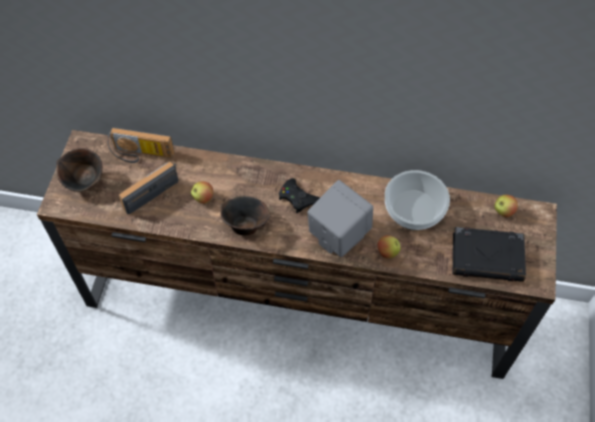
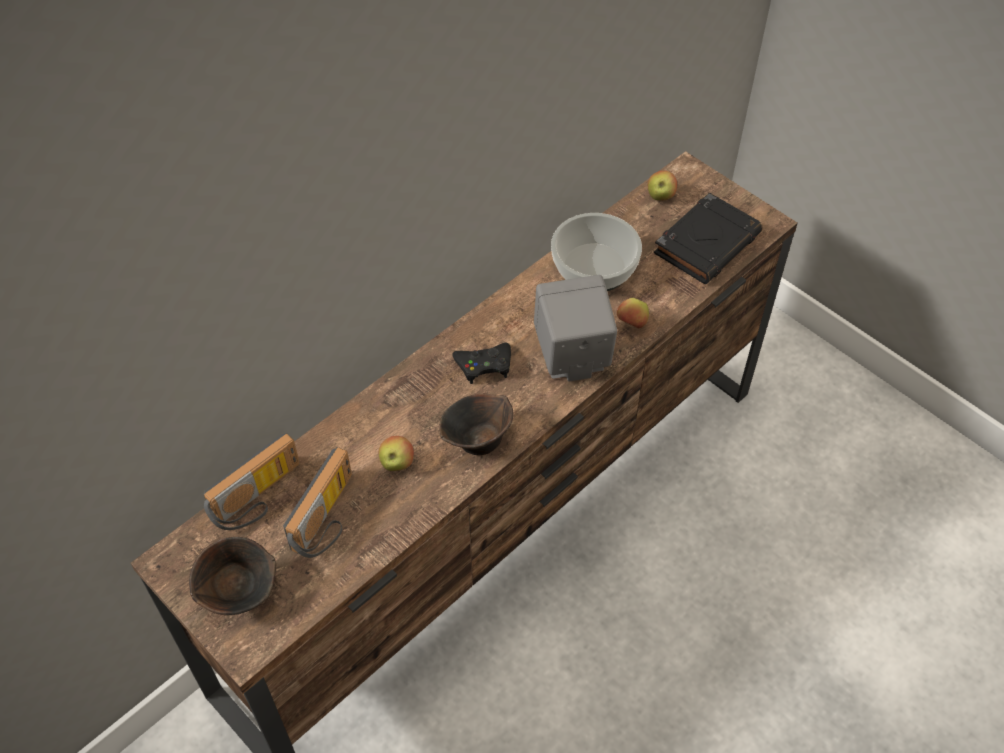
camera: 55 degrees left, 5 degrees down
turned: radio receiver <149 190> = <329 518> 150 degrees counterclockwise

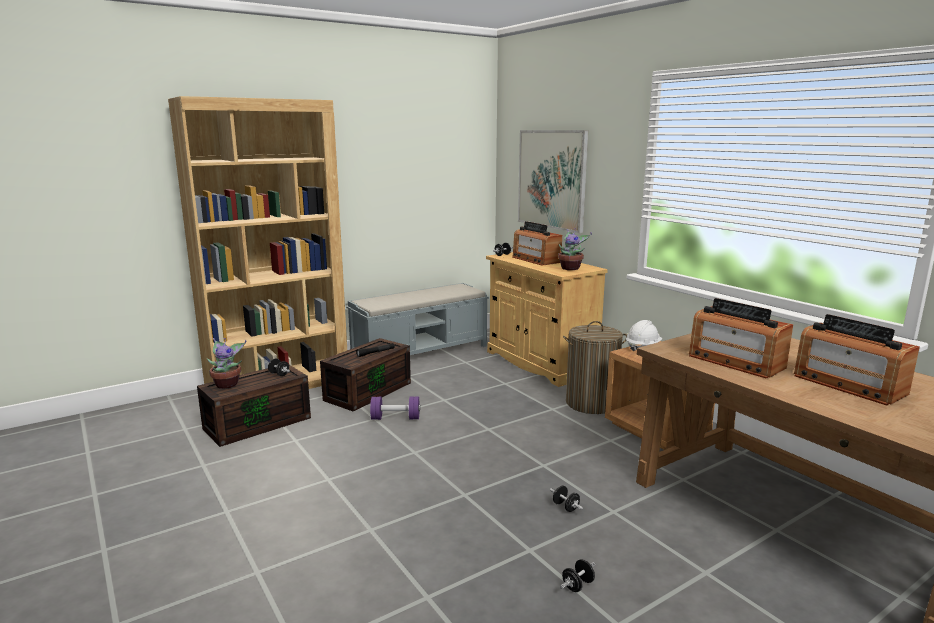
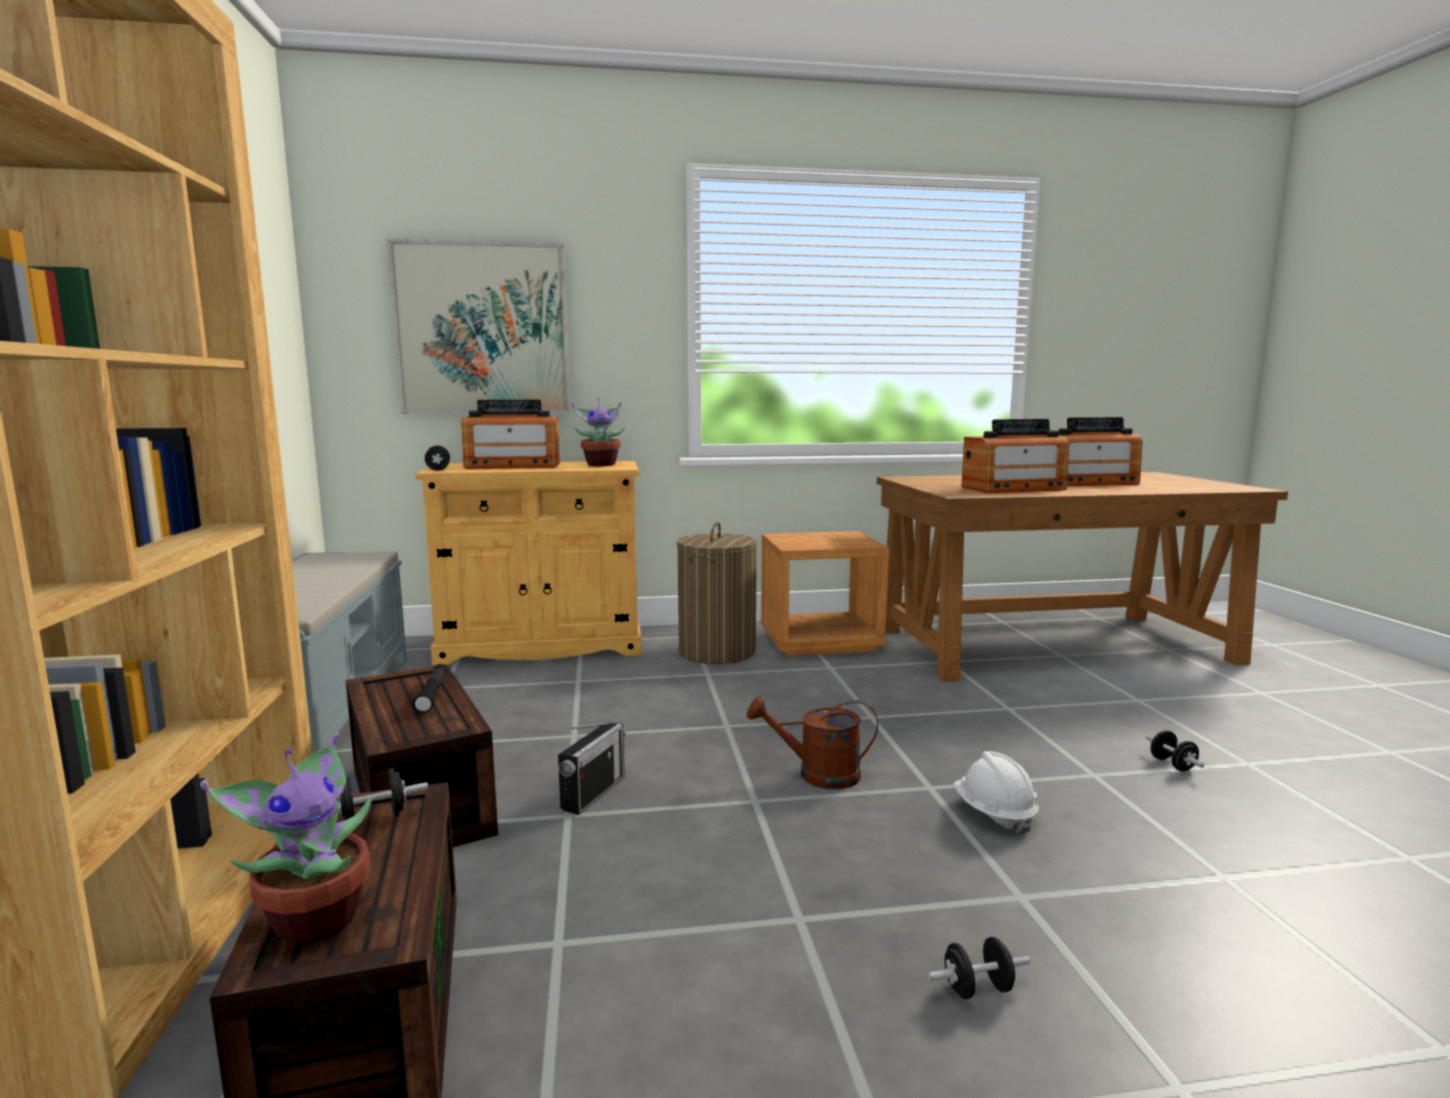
camera: 65 degrees left, 5 degrees down
added: brown-coloured sprinkling can <817 775>
moved: black hand weight <565 507> to <977 989>; white-coloured safety helmet <643 347> to <994 814>
replaced: purple-coloured hand weight <395 418> to radio receiver <593 793>

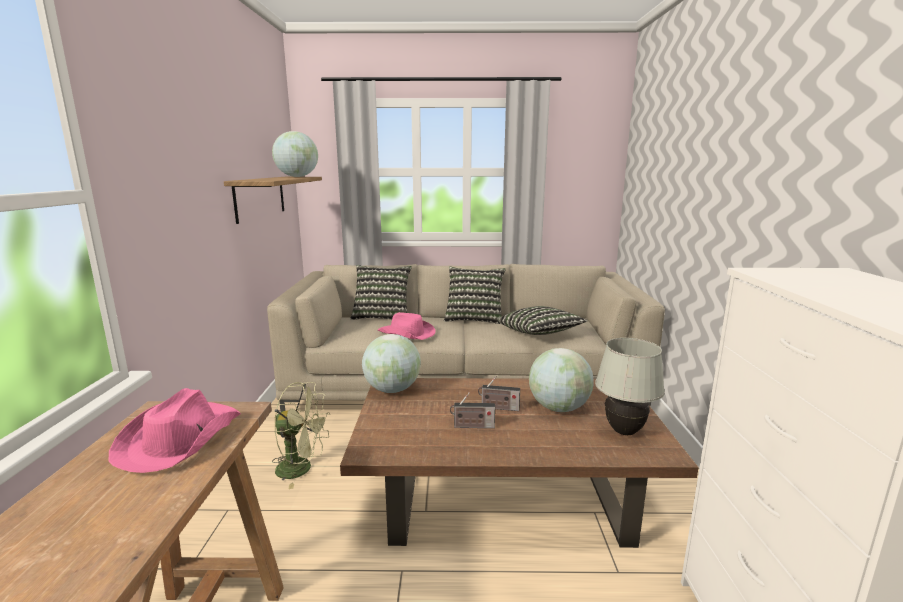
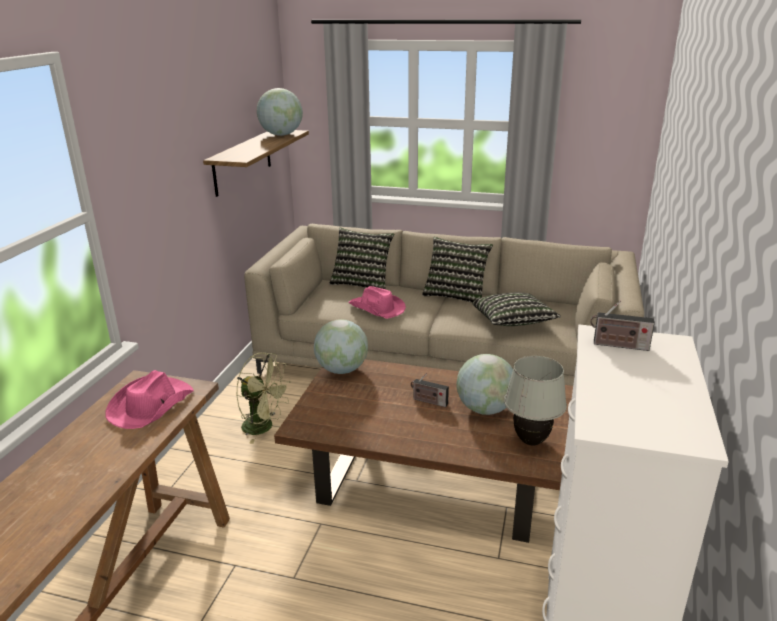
camera: 15 degrees right, 10 degrees up
moved: radio receiver <472 426> to <618 345>

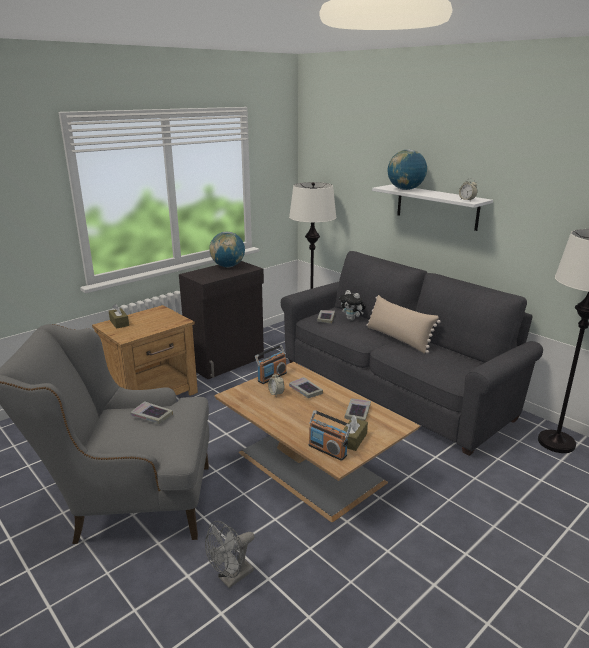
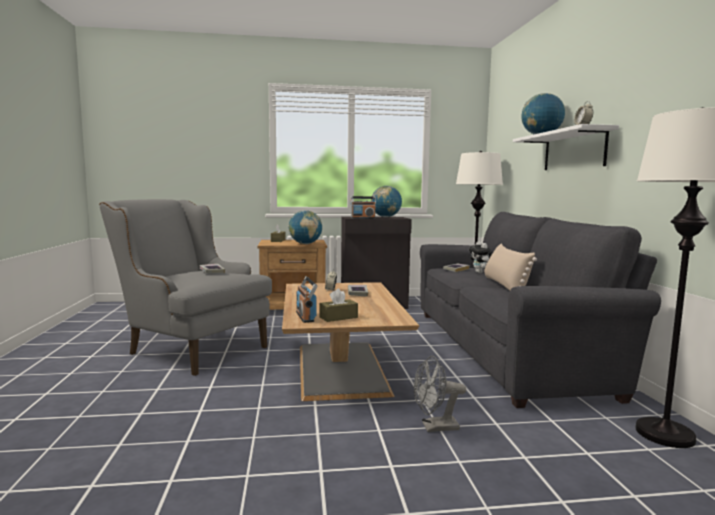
camera: 35 degrees right, 15 degrees down
removed: bound book <357 412>
added: world globe <305 244>
moved: grey cooling fan <231 578> to <435 427>; radio receiver <272 377> to <363 218>

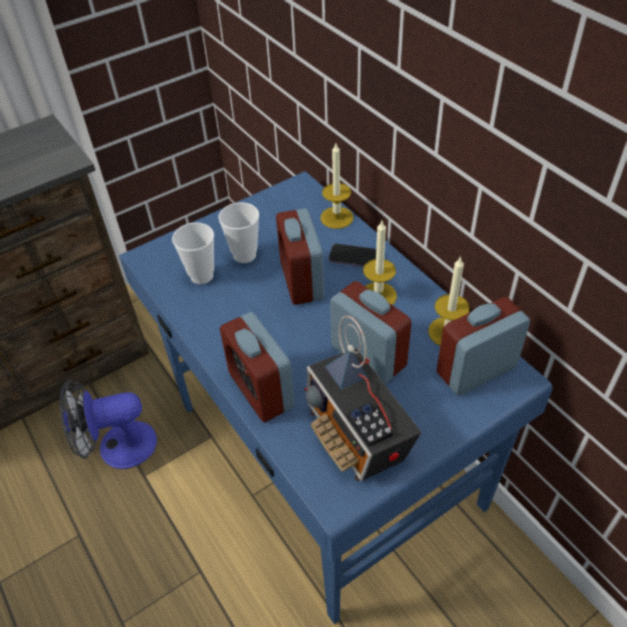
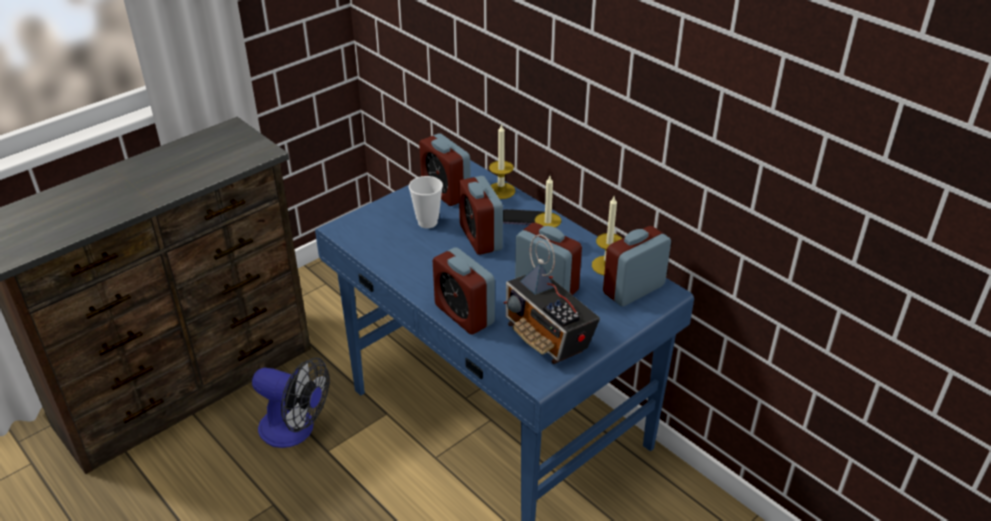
camera: 10 degrees left, 10 degrees down
removed: drinking cup <201 276>
added: alarm clock <446 191>
turned: cooling fan <117 447> = <295 430> 135 degrees counterclockwise

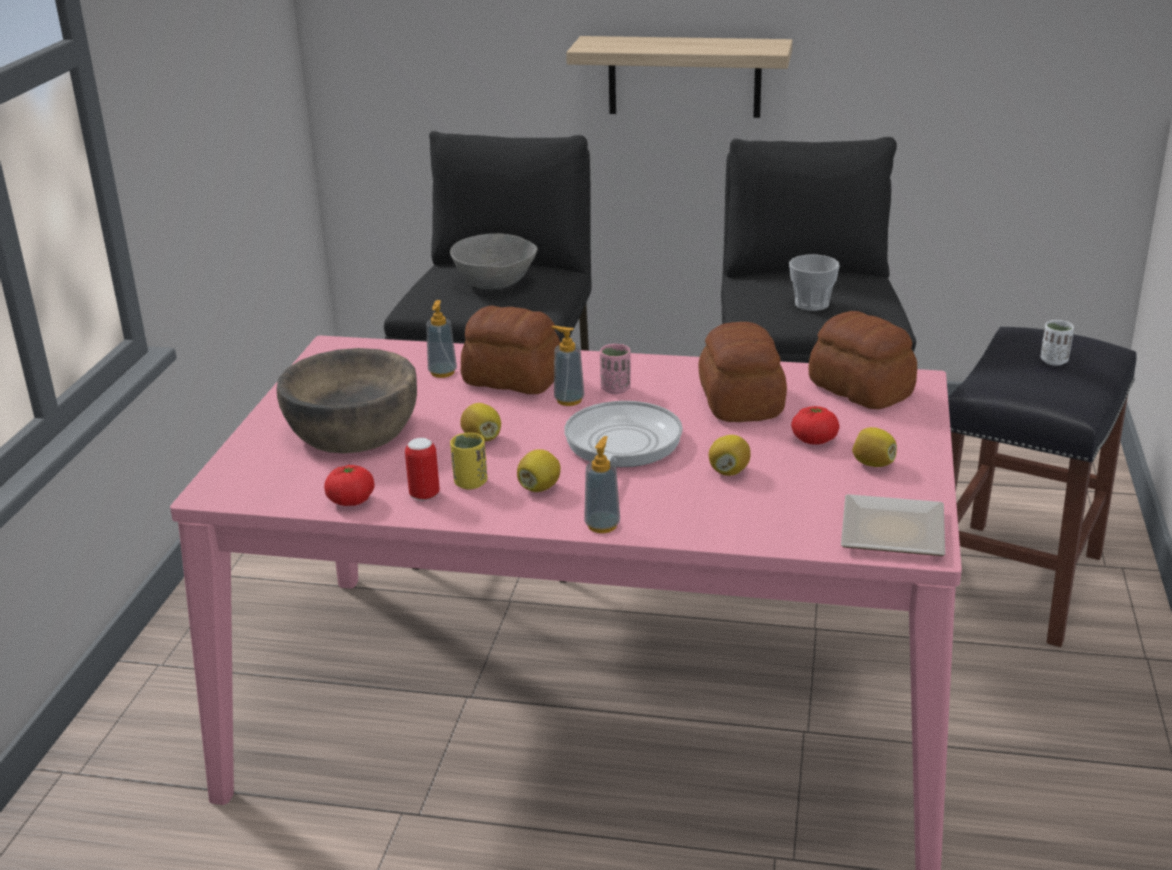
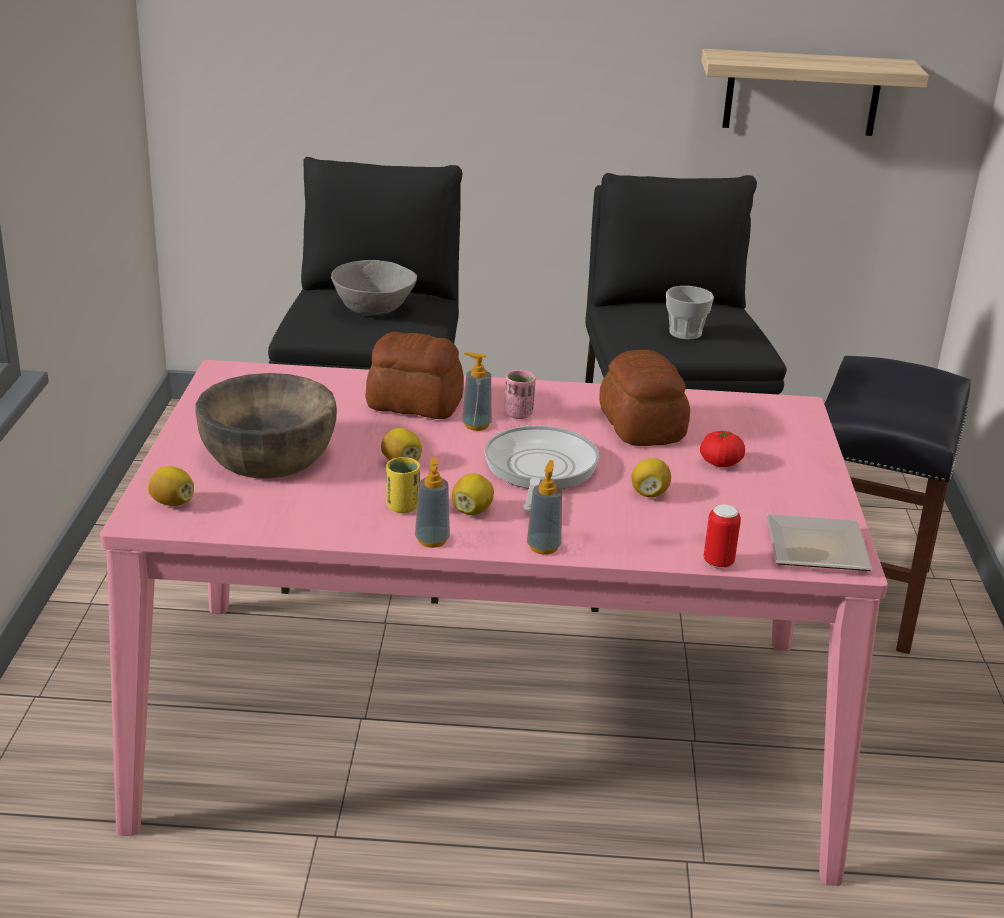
camera: 10 degrees left, 0 degrees up
removed: whole tomato <351 501>; bread <861 388>; white-coloured drinking cup <1054 361>
moved: sealed can <424 495> to <718 562>; soap dispenser <442 372> to <432 540>; bracket shelf <684 76> to <802 93>; citrus fruit <873 464> to <172 503>

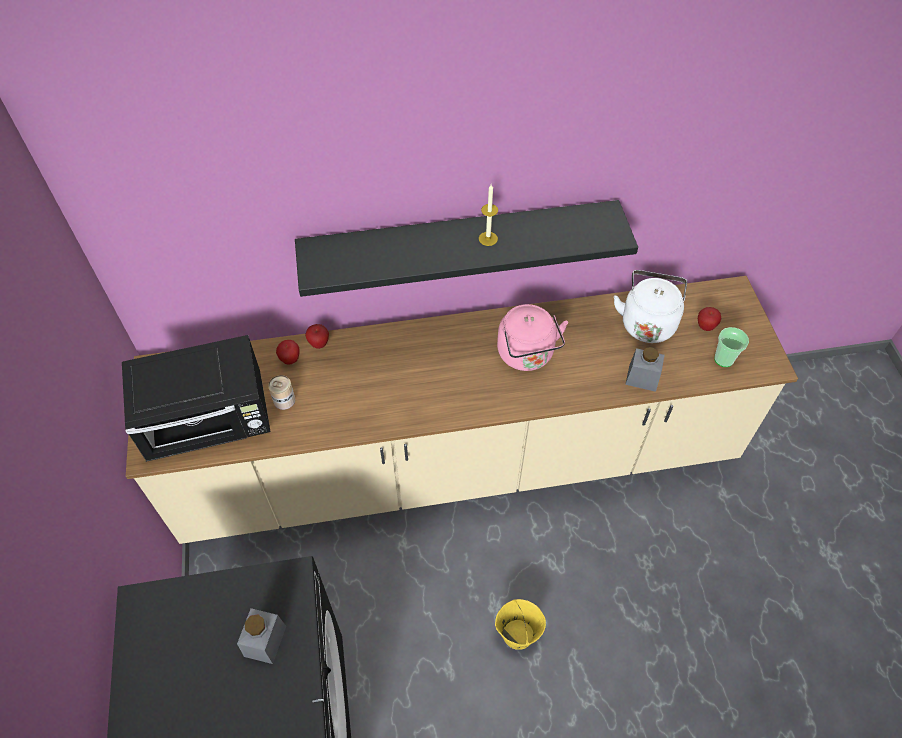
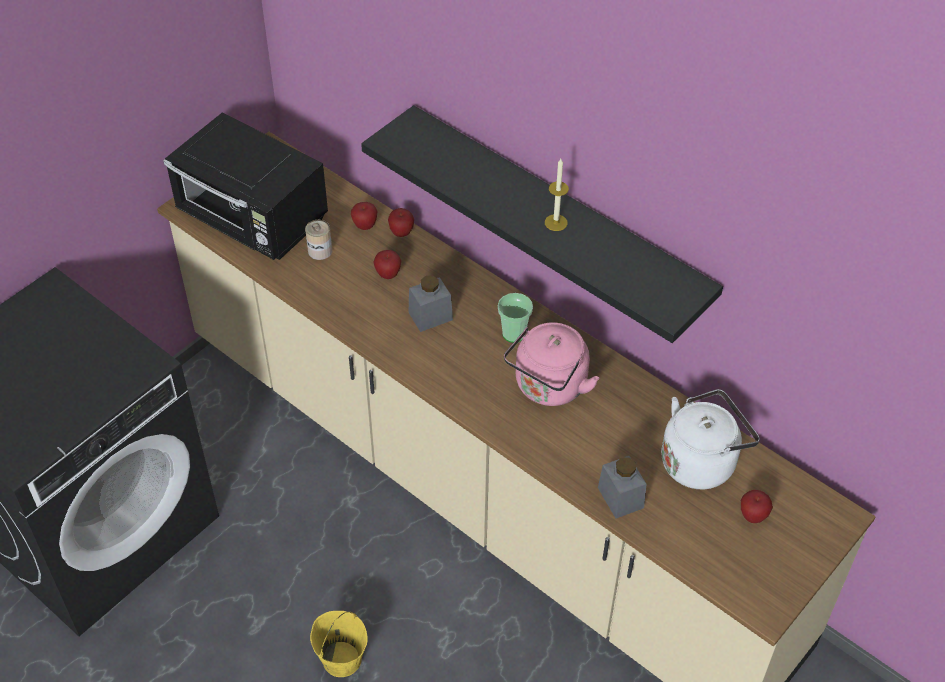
camera: 50 degrees right, 5 degrees down
added: apple <388 275>
moved: grey preserve jar <265 641> to <430 316>; drinking cup <724 359> to <514 333>

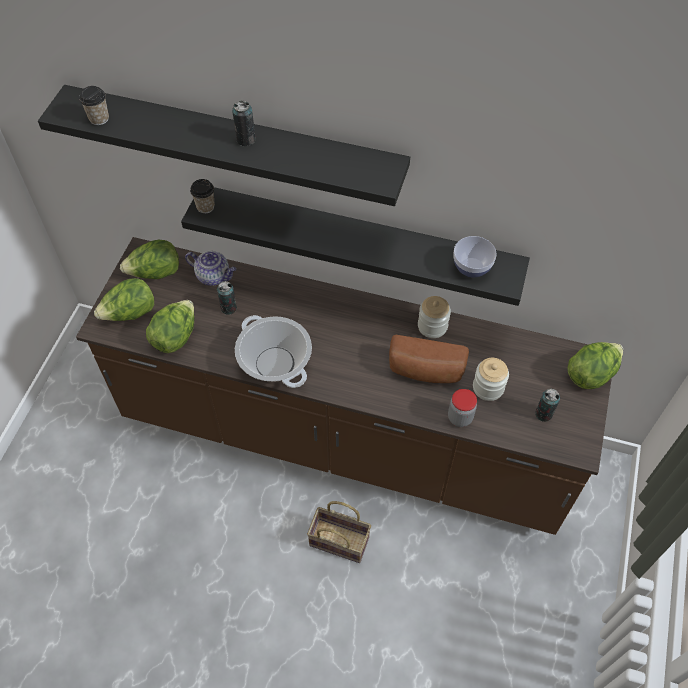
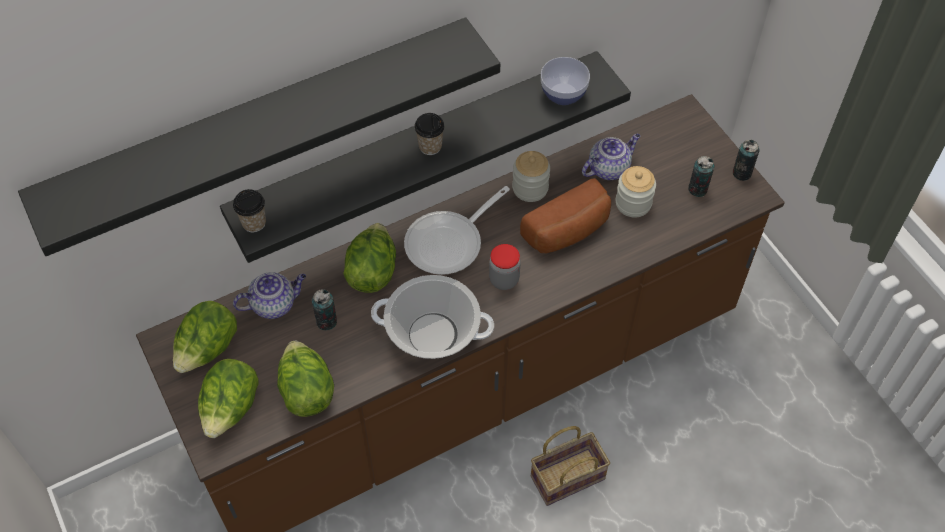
camera: 45 degrees left, 0 degrees up
added: skillet <449 243>; teapot <609 168>
moved: drinking cup <99 118> to <430 146>; sealed can <246 140> to <741 173>; preserve jar <460 417> to <504 280>; head of lettuce <591 374> to <372 271>

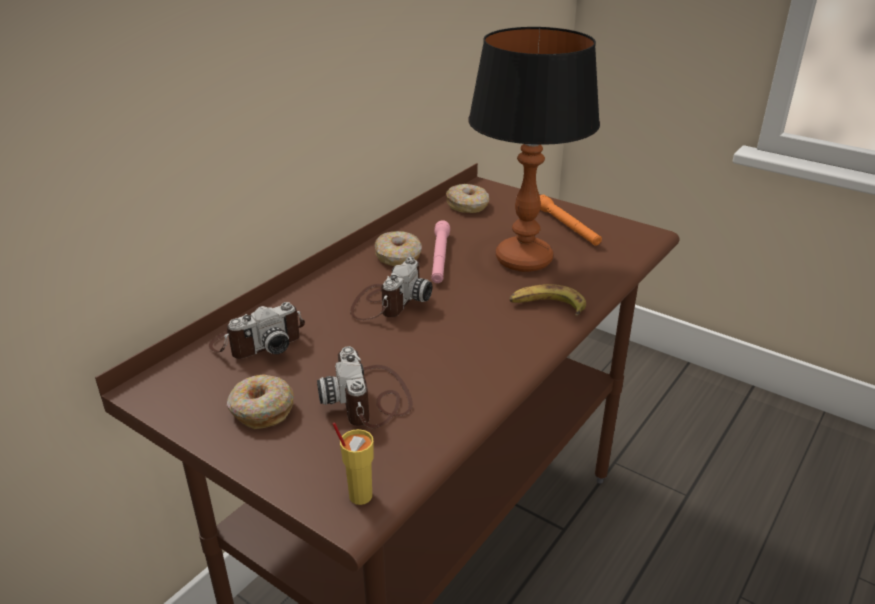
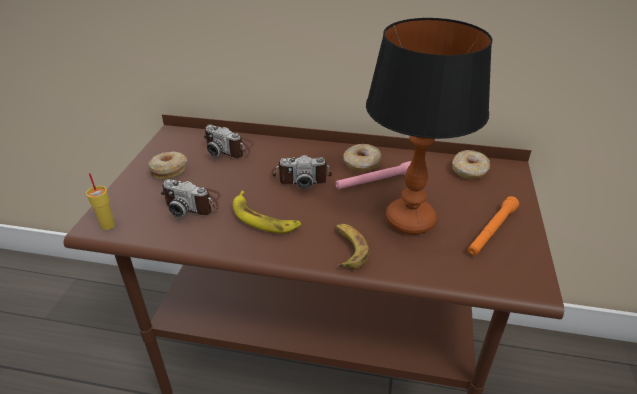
camera: 65 degrees right, 5 degrees up
added: whole banana <263 218>
turned: photo camera <371 399> = <193 202> 120 degrees counterclockwise

